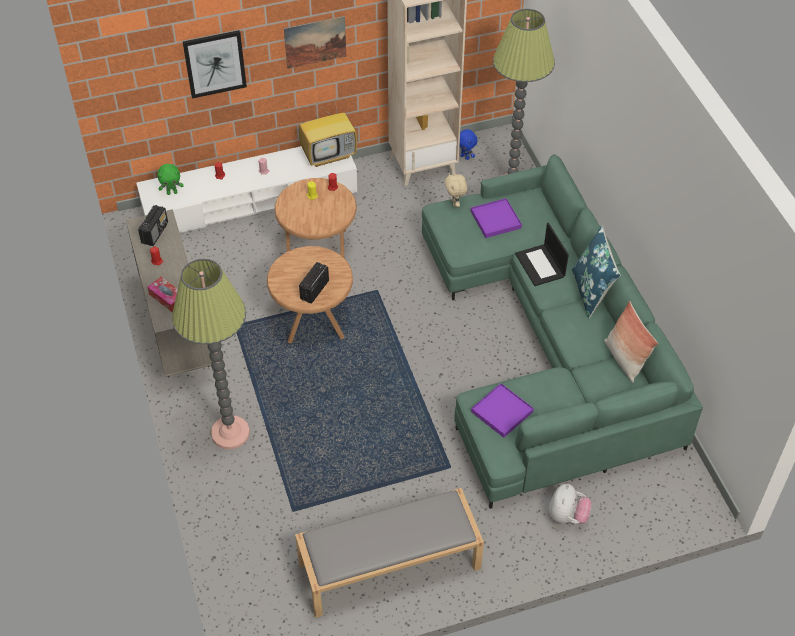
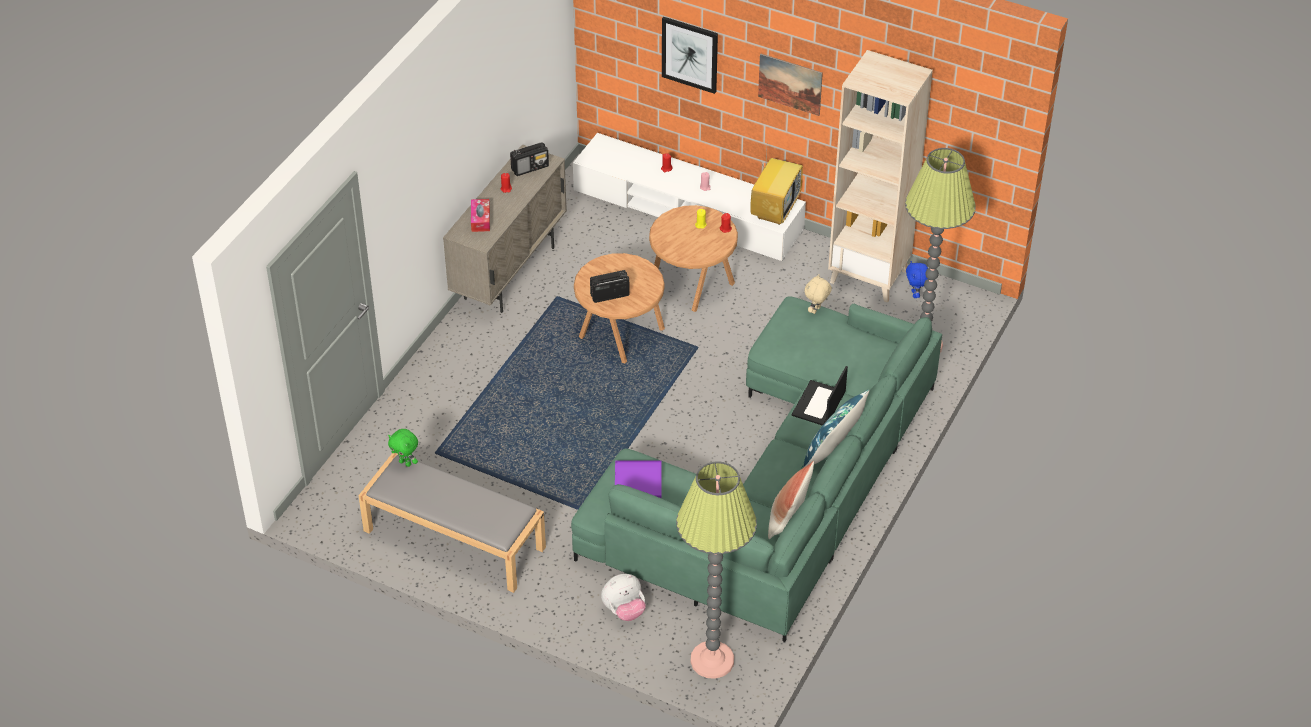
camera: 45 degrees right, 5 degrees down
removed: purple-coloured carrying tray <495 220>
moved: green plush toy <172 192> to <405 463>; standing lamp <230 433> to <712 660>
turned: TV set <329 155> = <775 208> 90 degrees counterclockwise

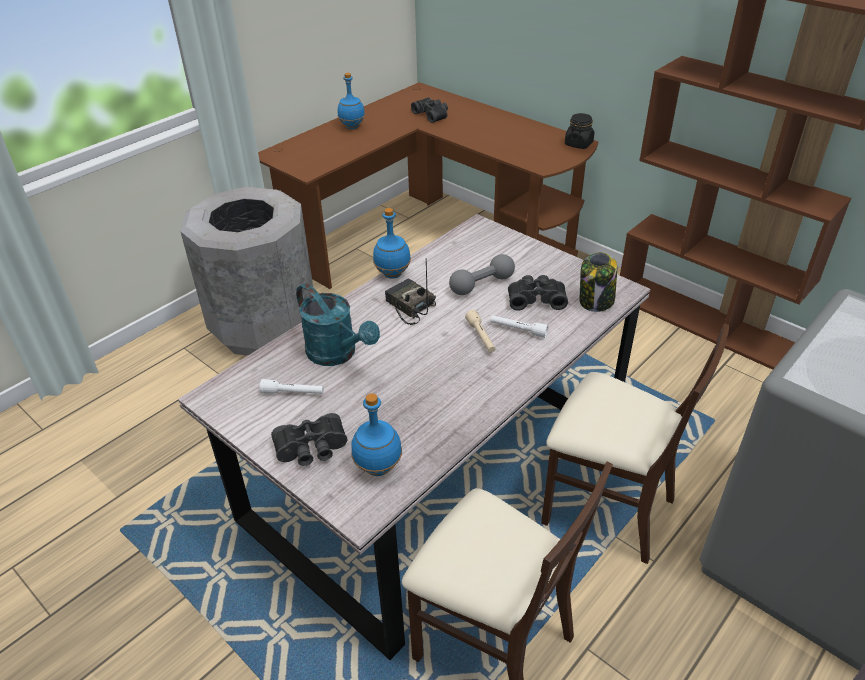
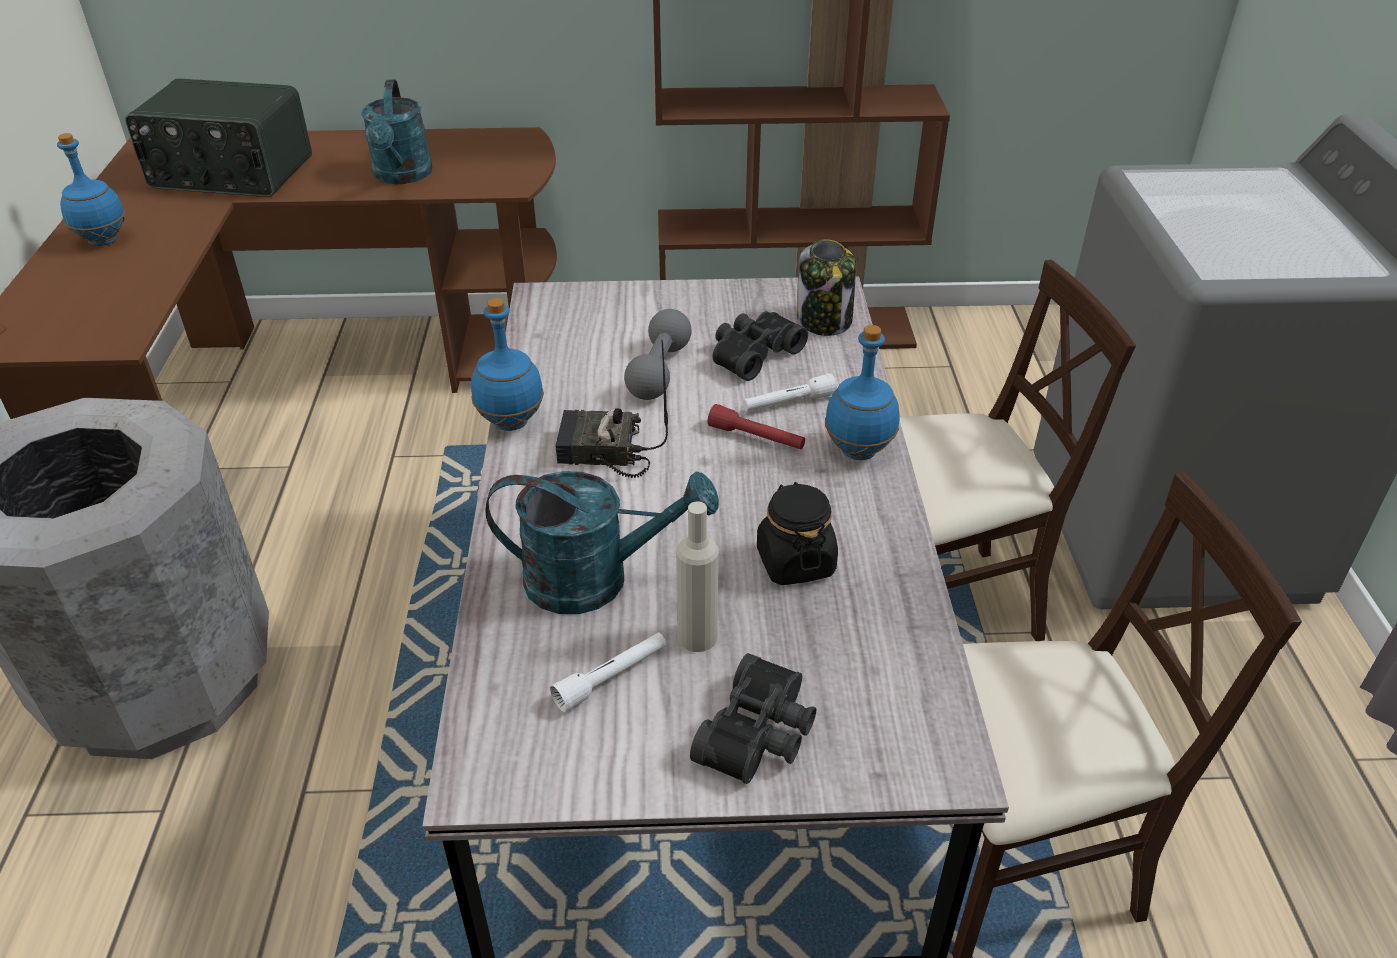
camera: 45 degrees left, 0 degrees up
added: turquoise sprinkling can <402 176>; sand-coloured bottle <697 637>
moved: blue-coloured bottle <378 468> to <859 452>; black preserve jar <578 144> to <795 562>
replaced: black binoculars <432 115> to radio receiver <231 174>
recoloured: sand-coloured hand torch <481 337> to red hand torch <756 438>

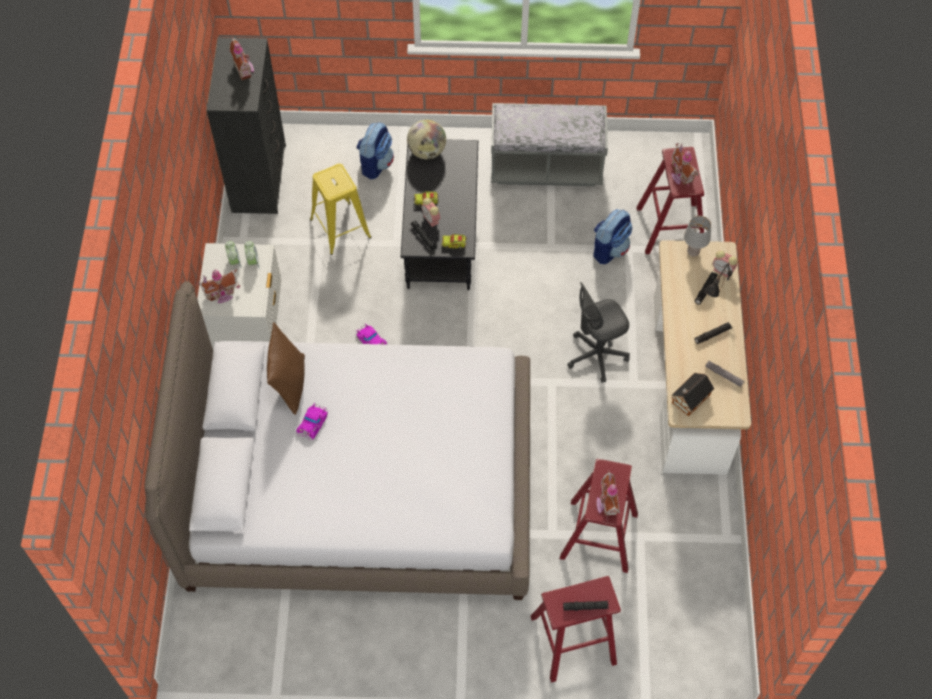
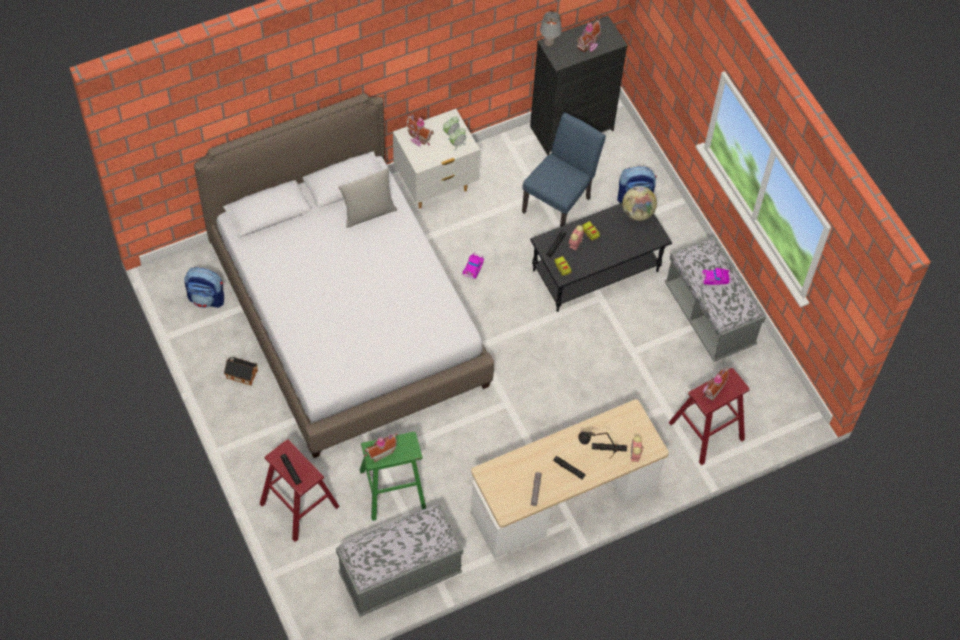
camera: 60 degrees right, 0 degrees up
removed: grey desk chair <596 355>
added: grey indoor bench <400 574>
moved: miniature car <312 423> to <715 278>; rucksack <609 249> to <207 298>; model house <689 399> to <241 374>; grey table lamp <693 251> to <549 42>
replaced: yellowish sitting stool <340 228> to blue-coloured upright chair <560 202>
recoloured: brown-coloured throw pillow <289 384> to grey throw pillow <368 213>; red sitting stool <599 536> to green sitting stool <392 489>

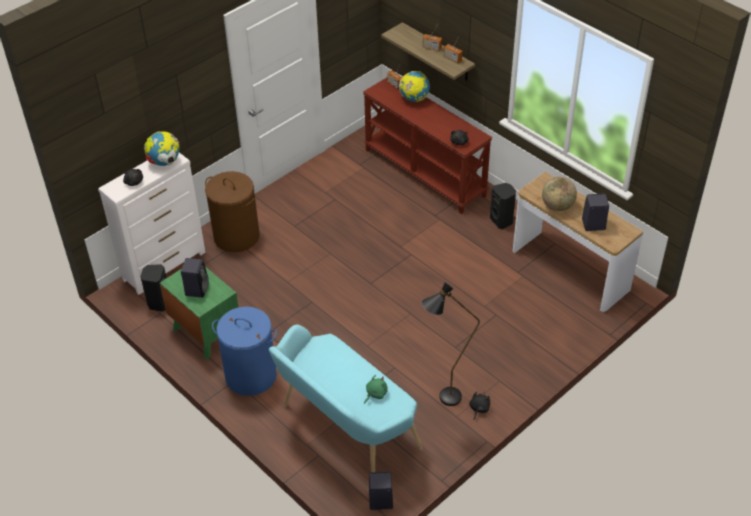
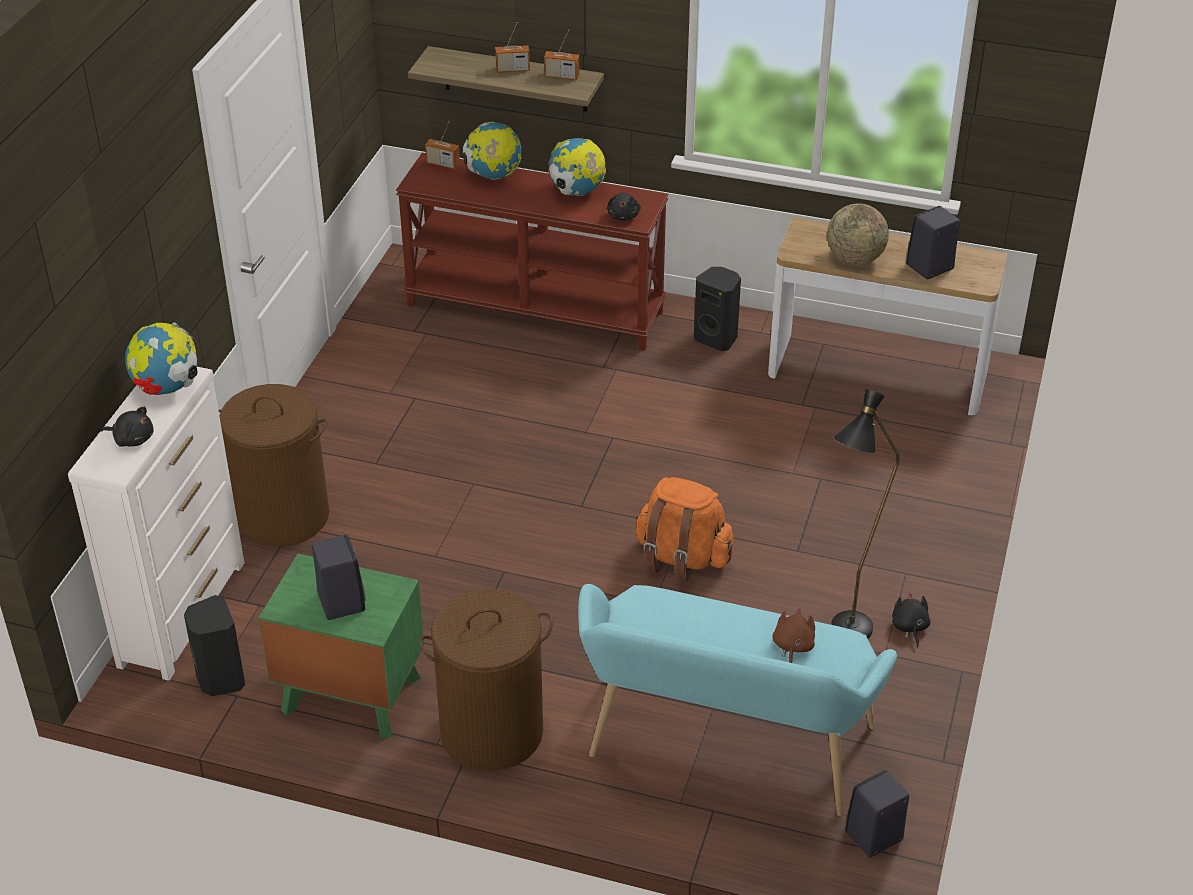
camera: 30 degrees left, 5 degrees down
added: world globe <576 192>; orange rucksack <681 557>
recoloured: blue-coloured laundry basket <251 375> to brown-coloured laundry basket <492 731>; green plush toy <375 394> to brown-coloured plush toy <792 647>

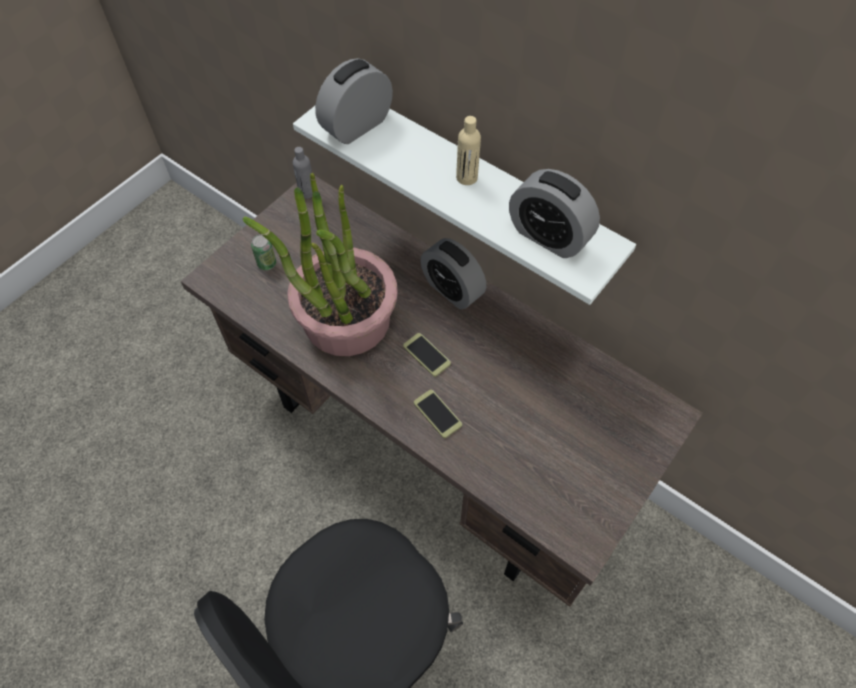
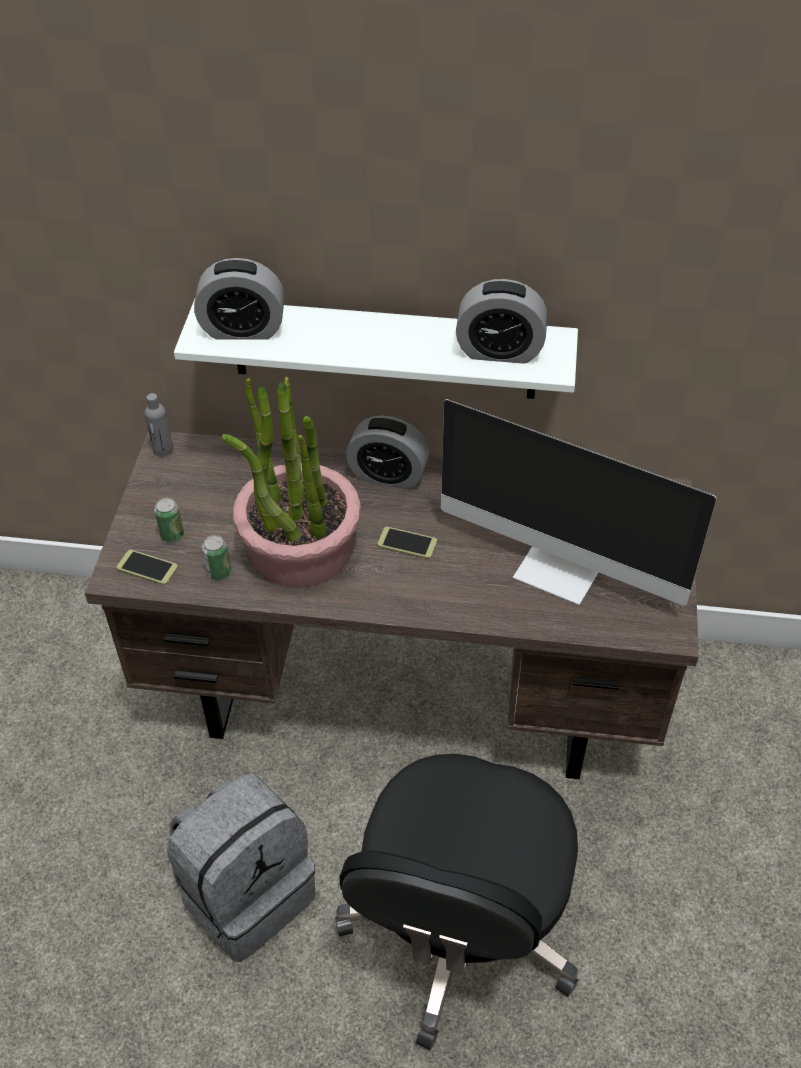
camera: 30 degrees left, 10 degrees down
removed: sand-coloured bottle <466 177>
added: grey rucksack <247 893>; sealed can <219 572>; computer screen <561 569>
moved: phone <437 414> to <147 568>
turned: alarm clock <357 126> = <243 329> 105 degrees counterclockwise

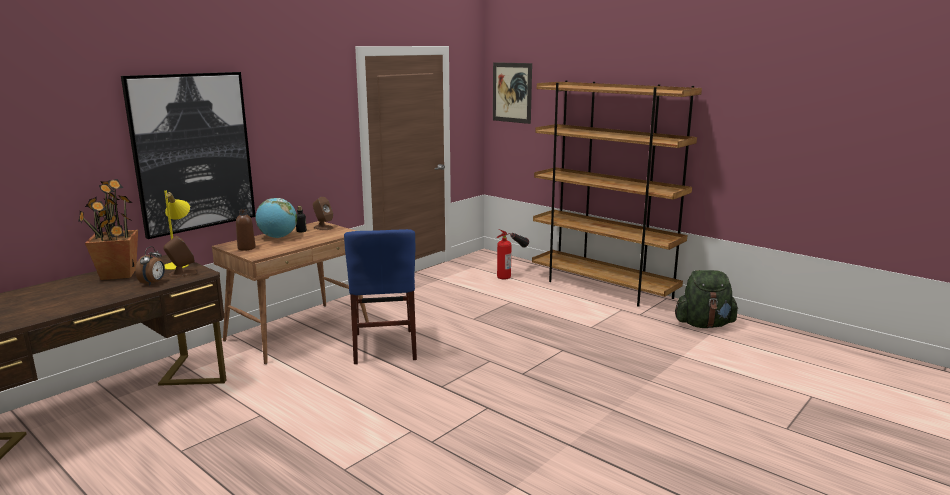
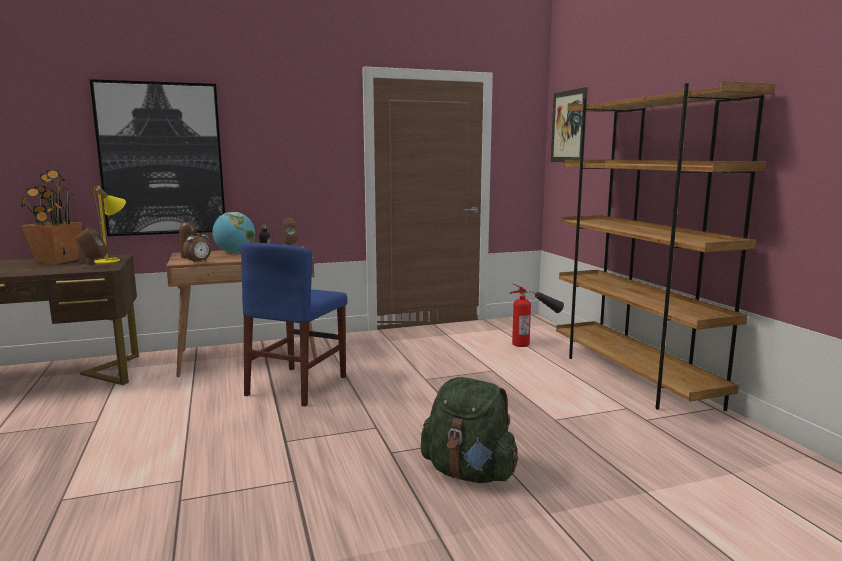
camera: 30 degrees right, 5 degrees down
moved: alarm clock <153 283> to <199 262>; green rucksack <704 325> to <469 473>

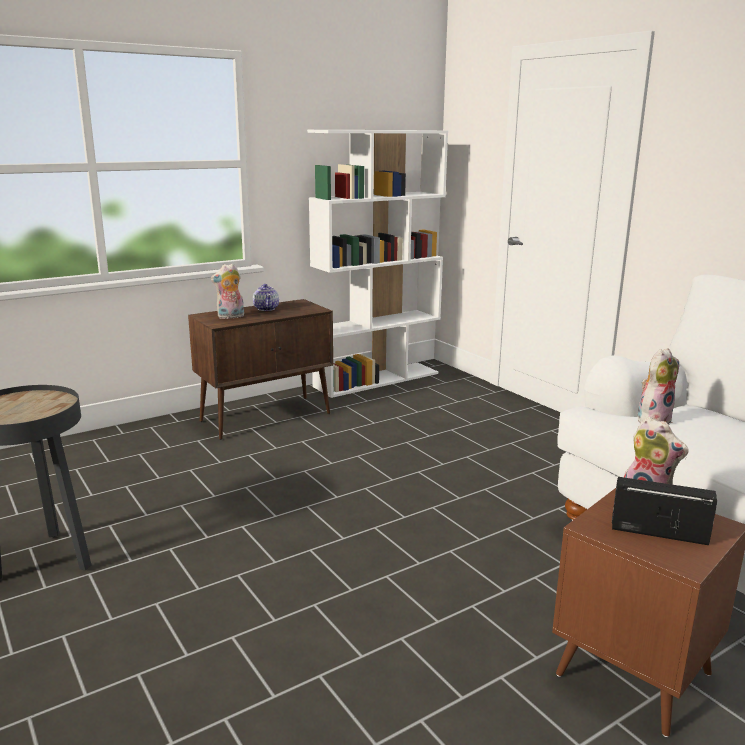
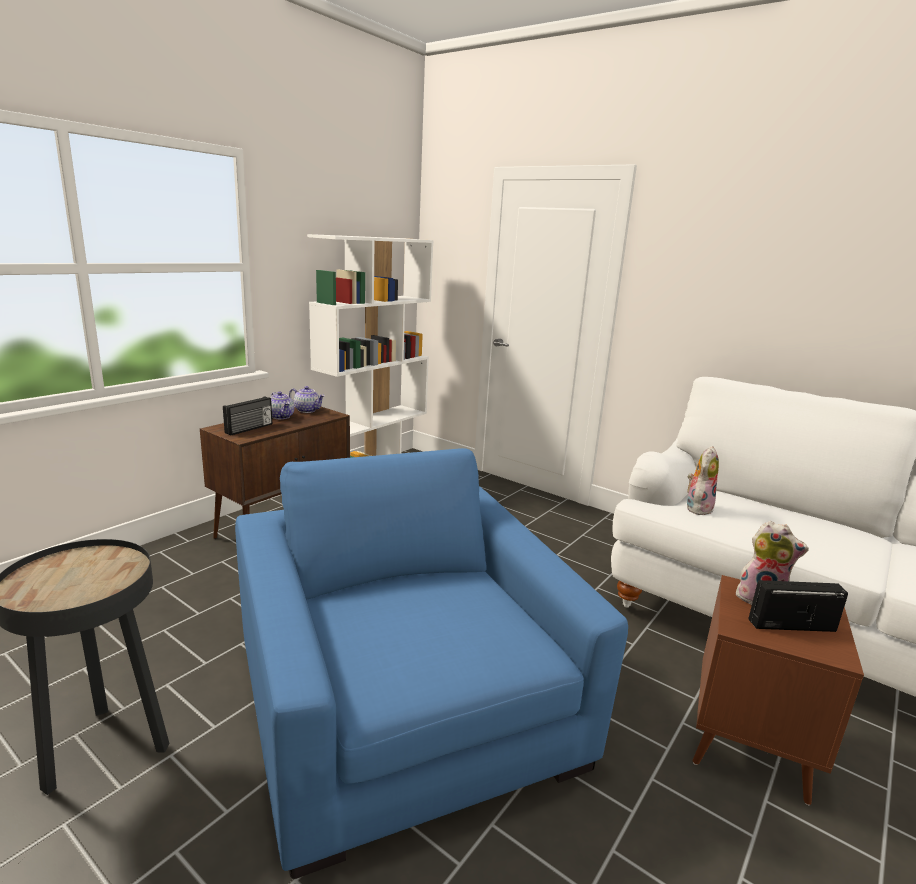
camera: 20 degrees left, 0 degrees up
added: blue-coloured lounge chair <406 704>; teapot <307 410>
replaced: plush toy <230 317> to radio receiver <249 429>

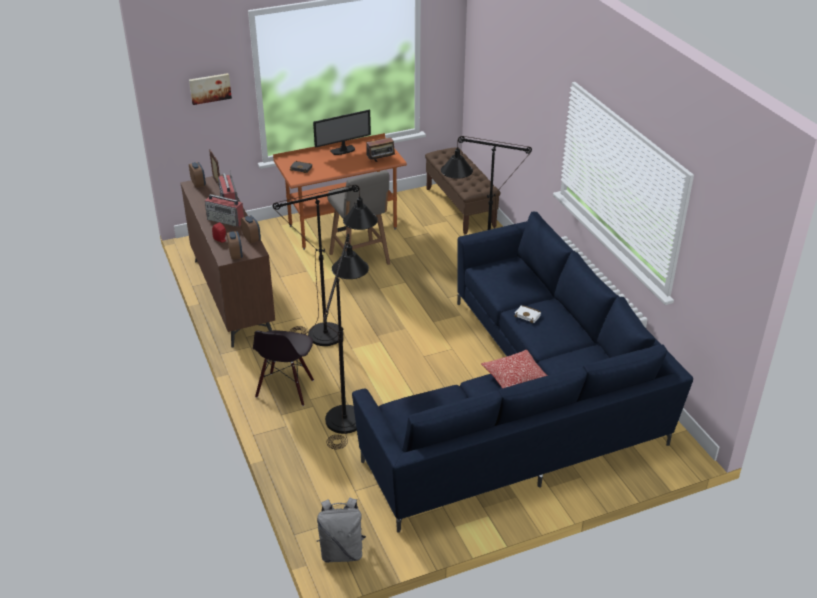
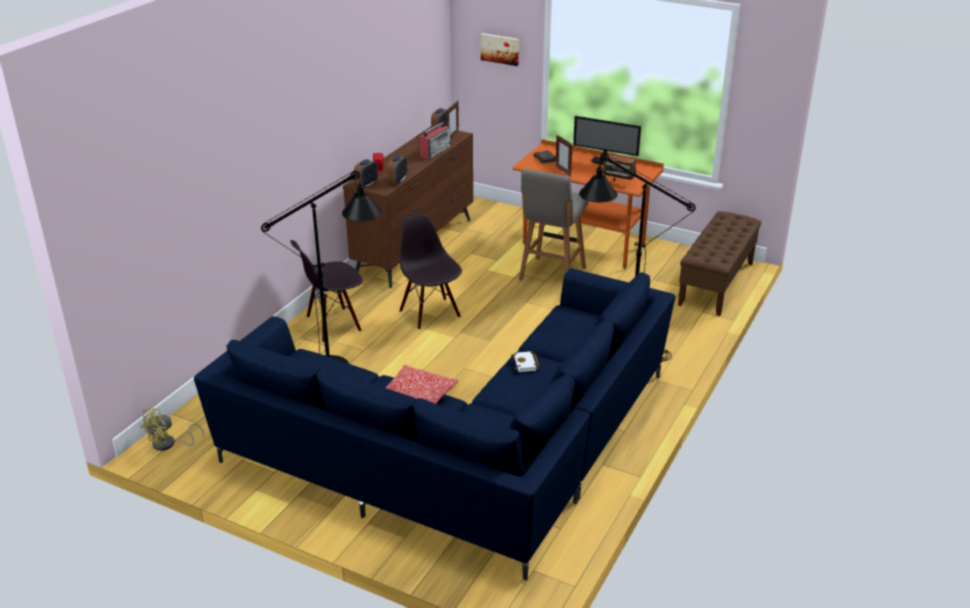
camera: 50 degrees right, 5 degrees down
removed: radio receiver <226 220>
added: standing frame <563 171>
replaced: black standing lamp <336 336> to black upright chair <430 314>; grey rucksack <342 551> to yellowish cooling fan <169 444>

